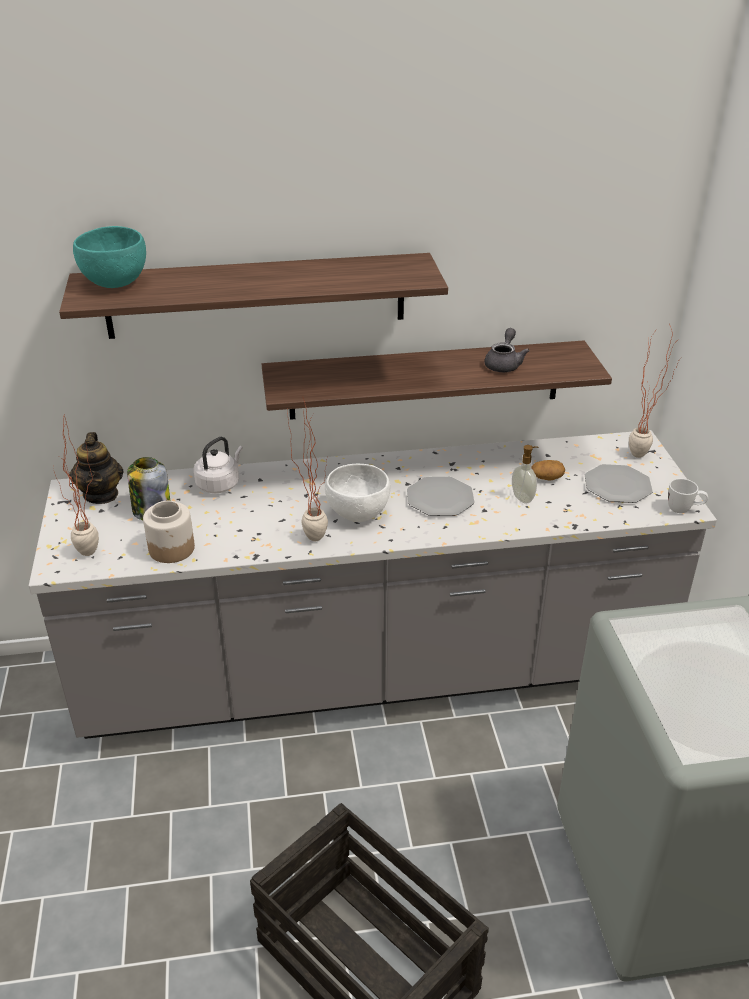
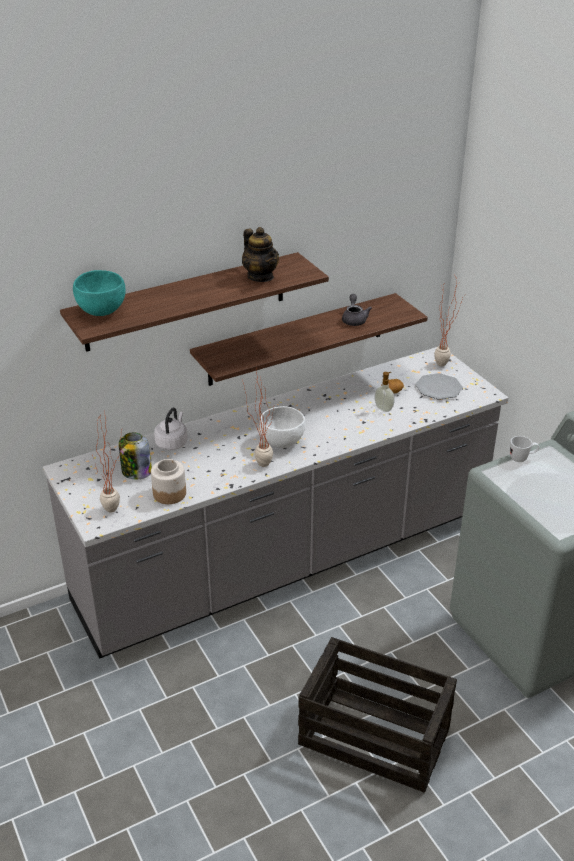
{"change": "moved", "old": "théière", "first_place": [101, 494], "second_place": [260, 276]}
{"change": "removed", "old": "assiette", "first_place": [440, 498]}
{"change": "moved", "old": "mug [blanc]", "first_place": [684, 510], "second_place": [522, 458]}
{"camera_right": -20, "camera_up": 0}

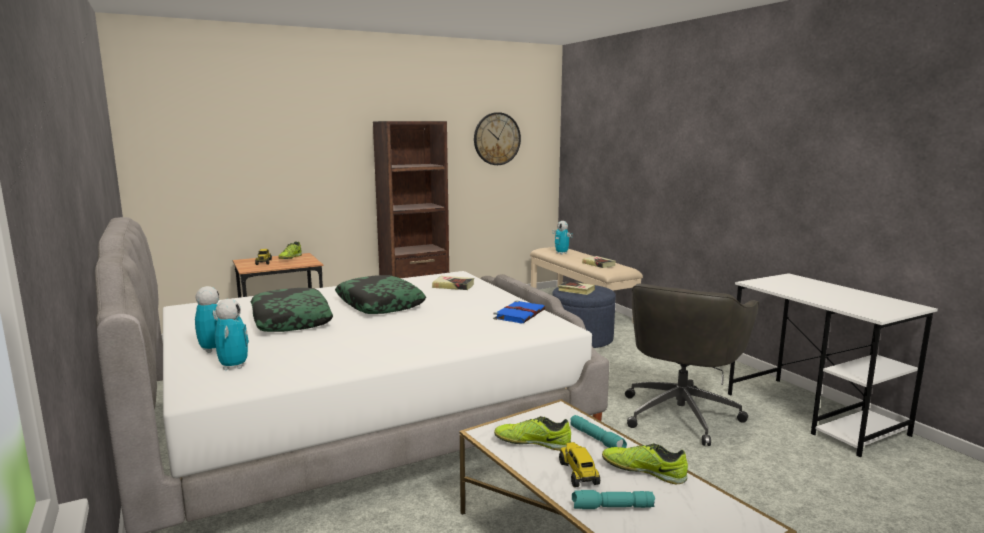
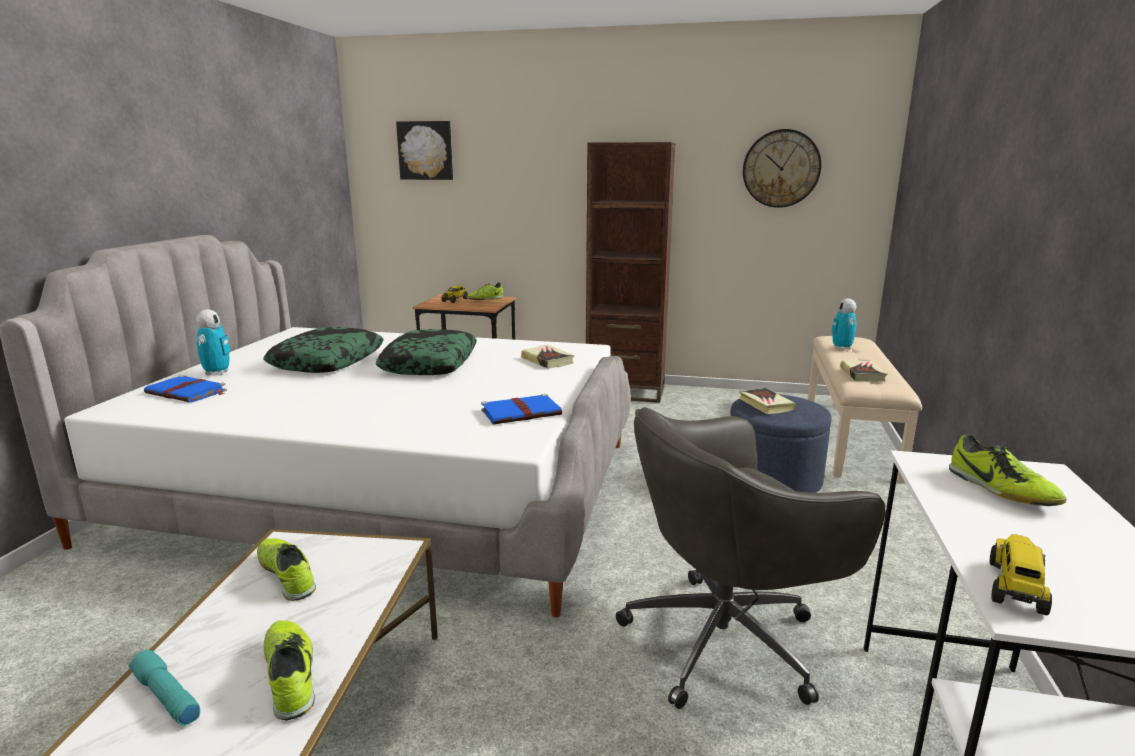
{"change": "replaced", "old": "robot jouet", "new": "livre [bleu]", "first_place": [234, 366], "second_place": [187, 392]}
{"change": "removed", "old": "lampe de poche [turquoise]", "first_place": [597, 439]}
{"change": "moved", "old": "camion jouet", "first_place": [579, 474], "second_place": [1016, 588]}
{"change": "added", "new": "tableau", "second_place": [426, 150]}
{"change": "added", "new": "chaussure", "second_place": [1000, 490]}
{"camera_right": 40, "camera_up": 5}

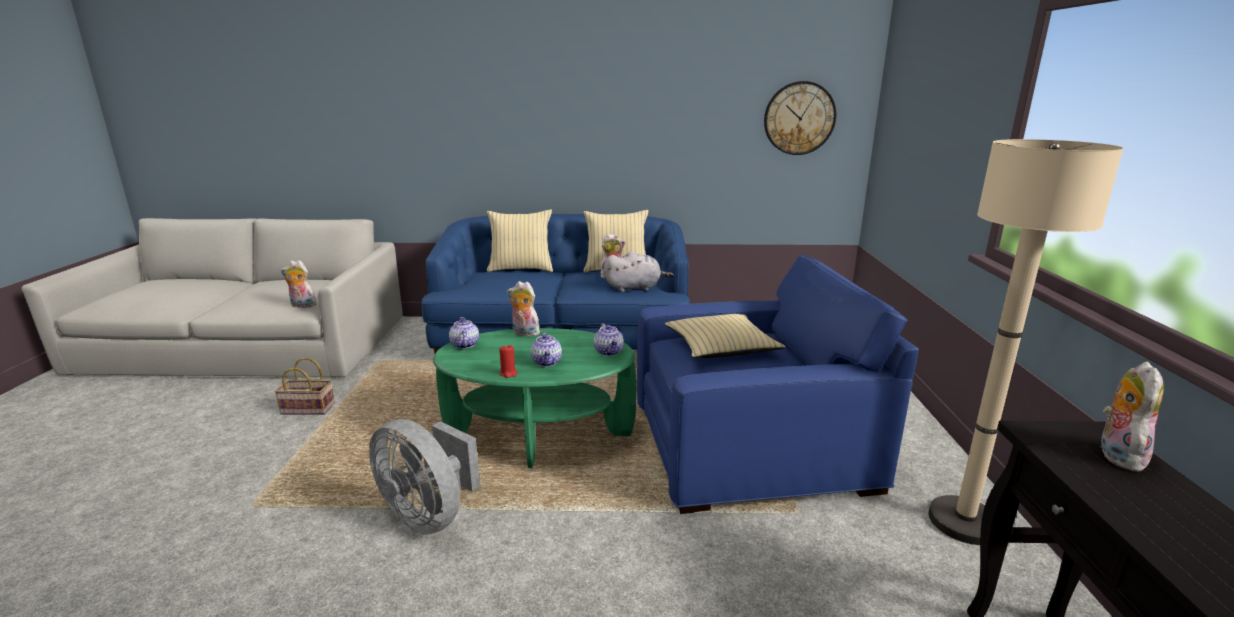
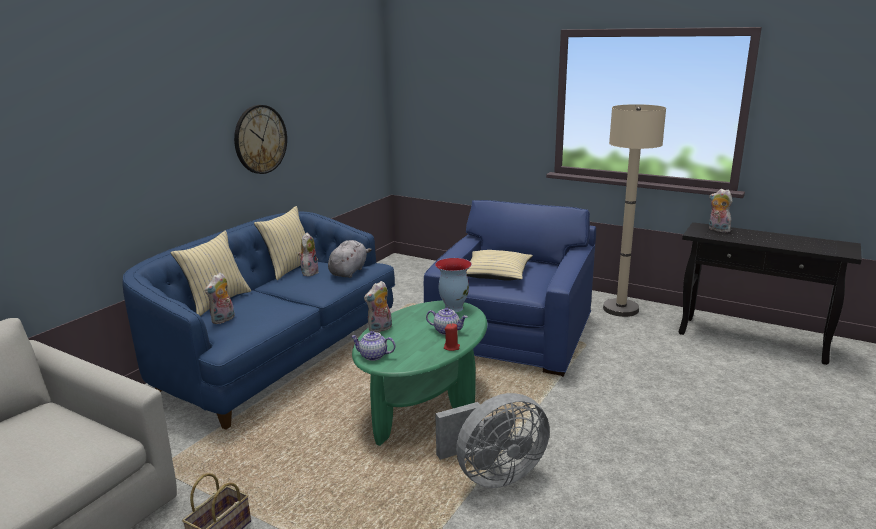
{"change": "moved", "old": "horloge murale", "first_place": [799, 118], "second_place": [260, 139]}
{"change": "moved", "old": "peluche", "first_place": [302, 306], "second_place": [223, 320]}
{"change": "replaced", "old": "théière", "new": "vase", "first_place": [609, 352], "second_place": [453, 308]}
{"camera_right": -60, "camera_up": 0}

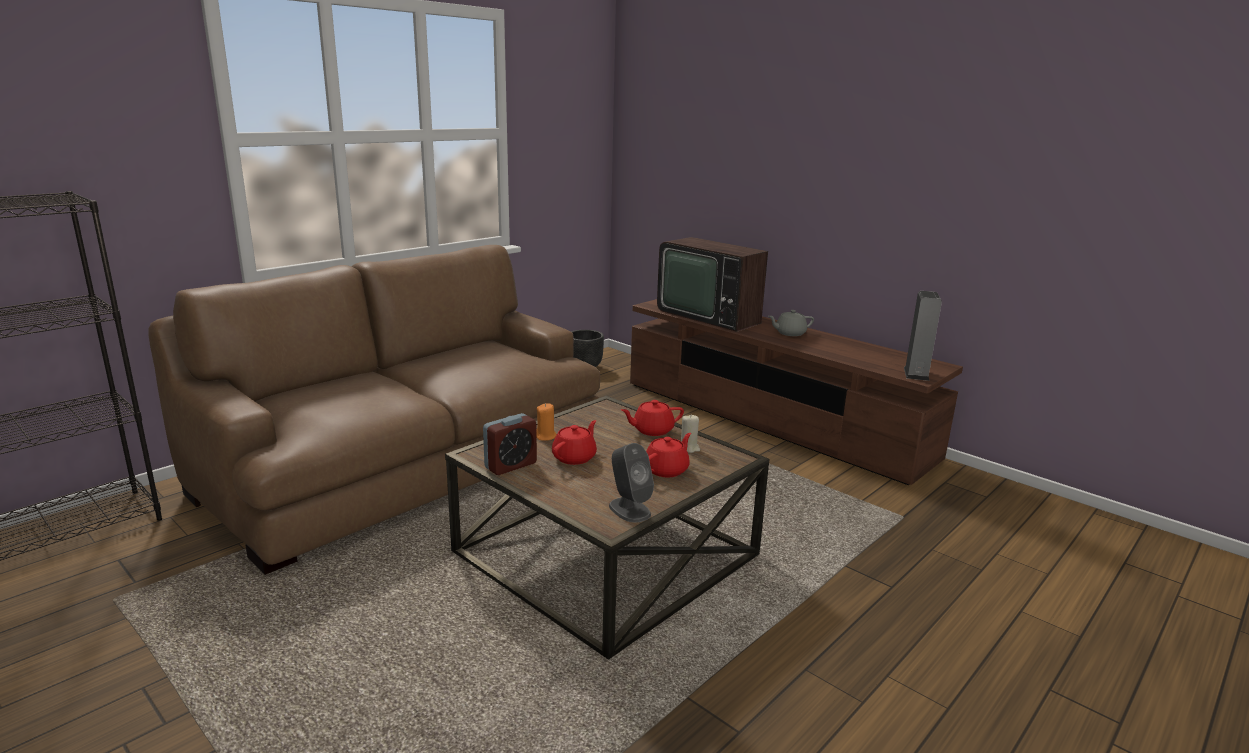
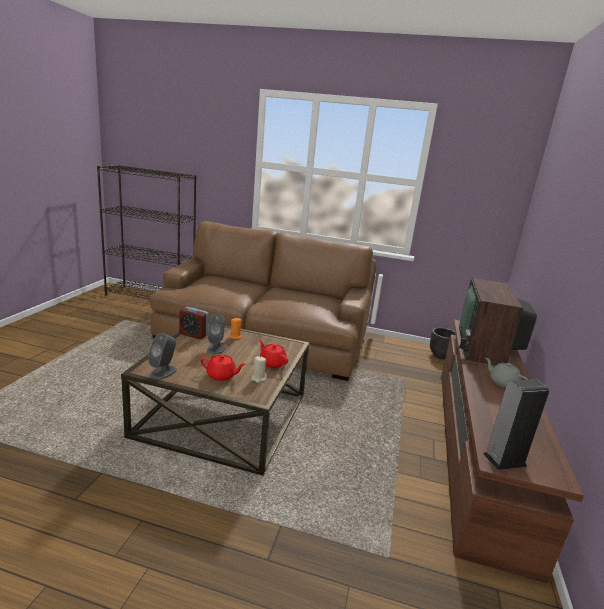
{"change": "replaced", "old": "théière [rouge]", "new": "enceinte [gris]", "first_place": [575, 457], "second_place": [216, 348]}
{"camera_right": 60, "camera_up": 0}

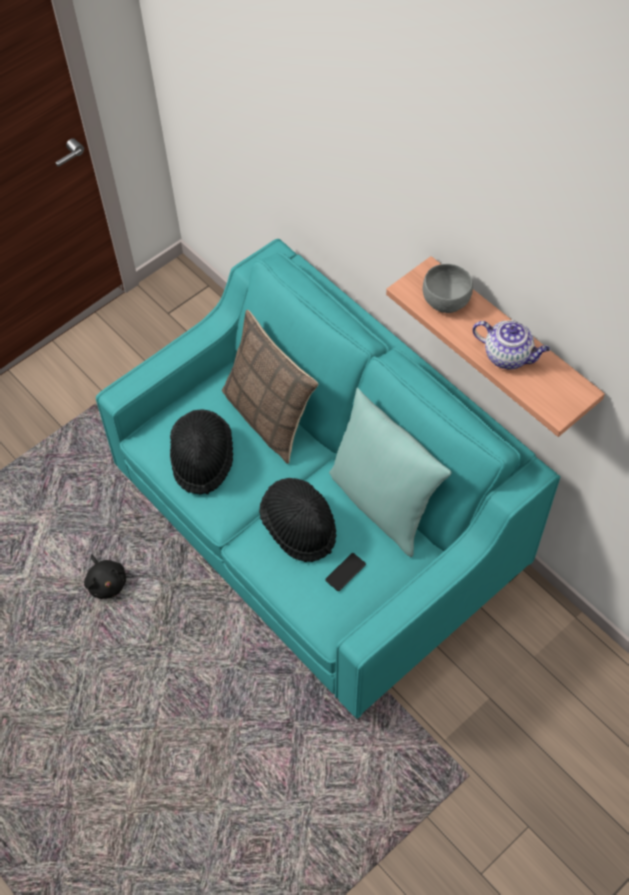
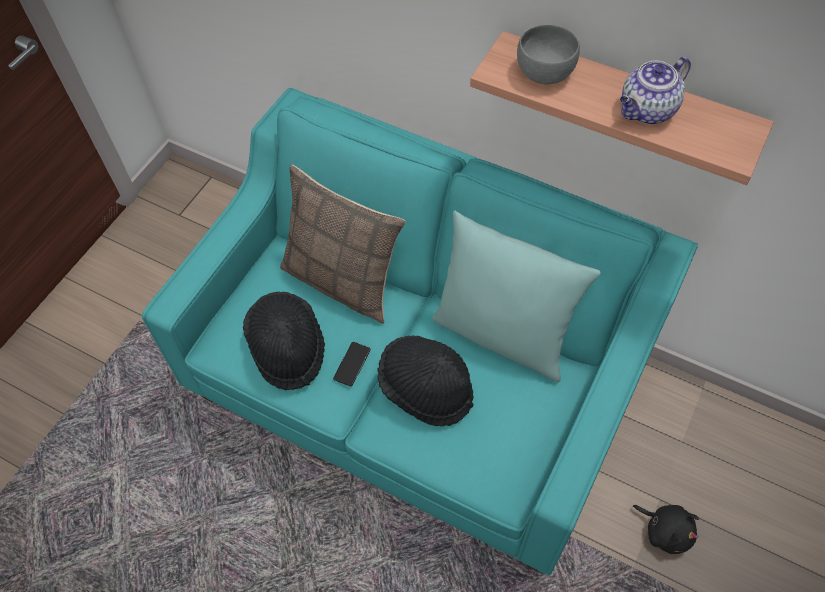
{"change": "turned", "old": "théière", "first_place": [508, 356], "second_place": [647, 111], "degrees": 135}
{"change": "moved", "old": "téléphone", "first_place": [345, 572], "second_place": [352, 364]}
{"change": "moved", "old": "peluche [noir]", "first_place": [107, 582], "second_place": [665, 530]}
{"camera_right": -20, "camera_up": 0}

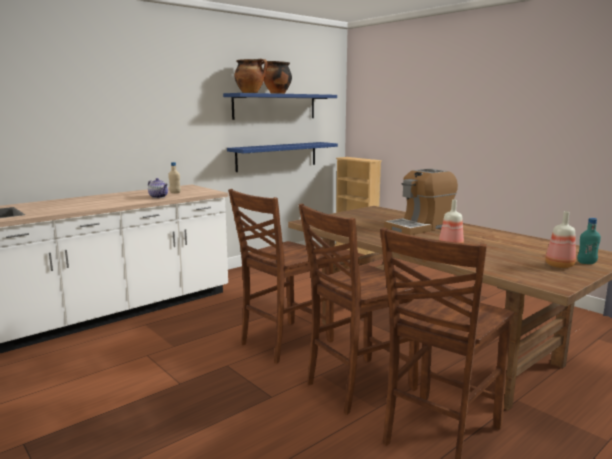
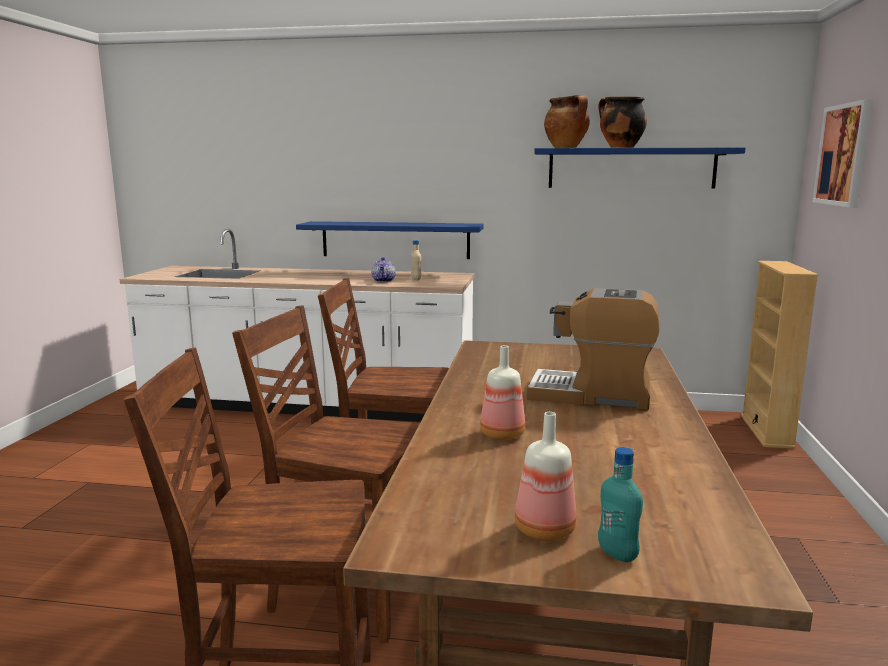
{"change": "moved", "old": "étagère [bleu]", "first_place": [277, 156], "second_place": [395, 240]}
{"change": "added", "new": "tableau", "second_place": [844, 155]}
{"camera_right": 50, "camera_up": 0}

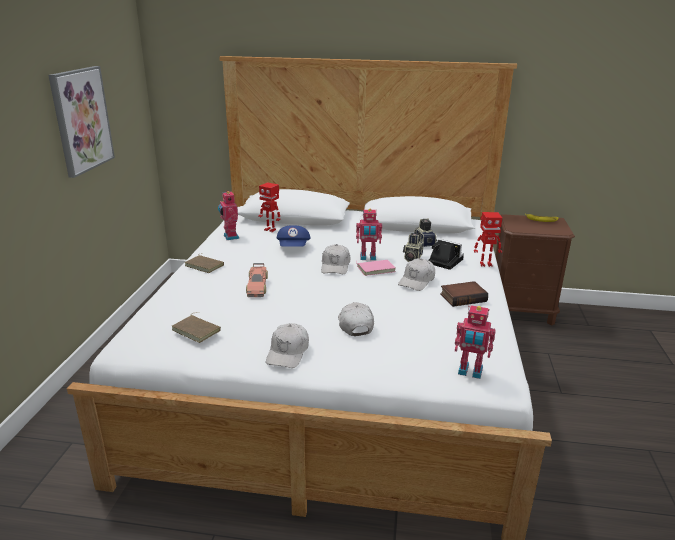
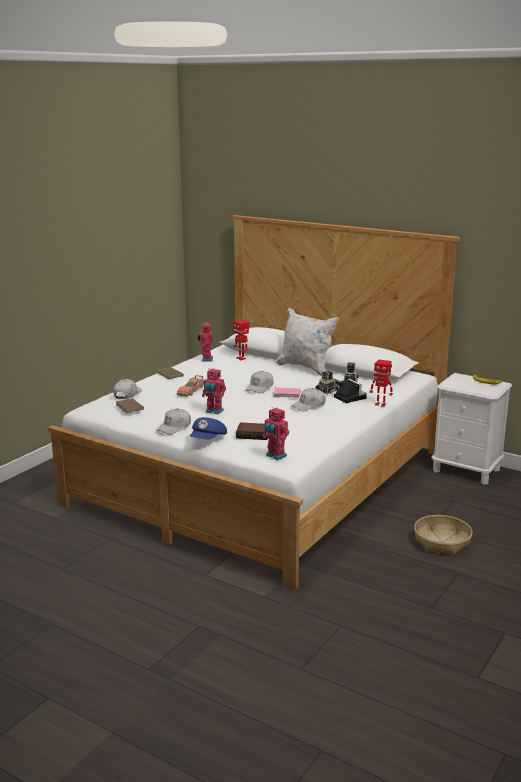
{"change": "removed", "old": "tableau", "first_place": [81, 120]}
{"change": "moved", "old": "robot jouet", "first_place": [368, 257], "second_place": [214, 411]}
{"change": "recoloured", "old": "table de chevet [marron]", "new": "table de chevet [blanc]", "first_place": [521, 312], "second_place": [466, 470]}
{"change": "moved", "old": "casquette [bleu]", "first_place": [294, 248], "second_place": [208, 440]}
{"change": "moved", "old": "livre", "first_place": [463, 297], "second_place": [254, 434]}
{"change": "moved", "old": "casquette [blanc]", "first_place": [355, 325], "second_place": [127, 394]}
{"change": "added", "new": "coussin [blanc]", "second_place": [305, 368]}
{"change": "added", "new": "panier", "second_place": [441, 542]}
{"camera_right": 25, "camera_up": -5}

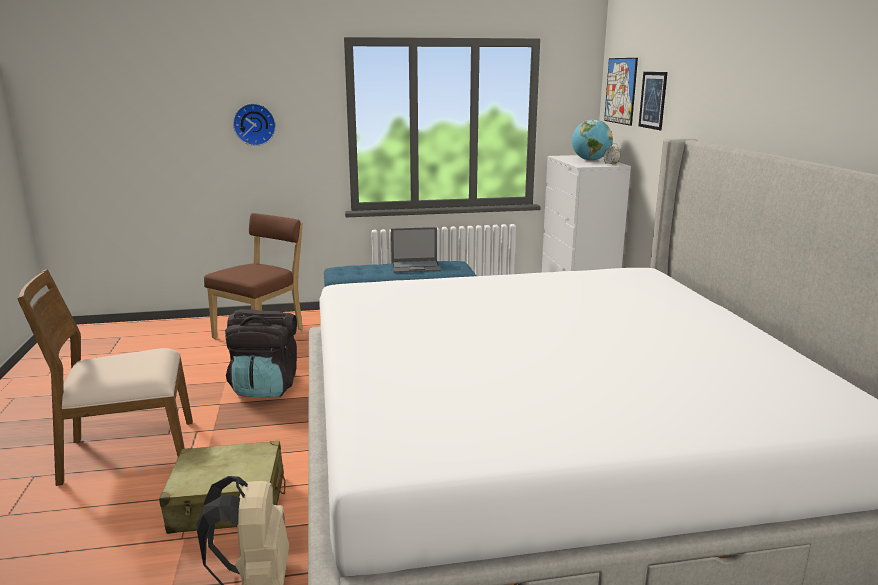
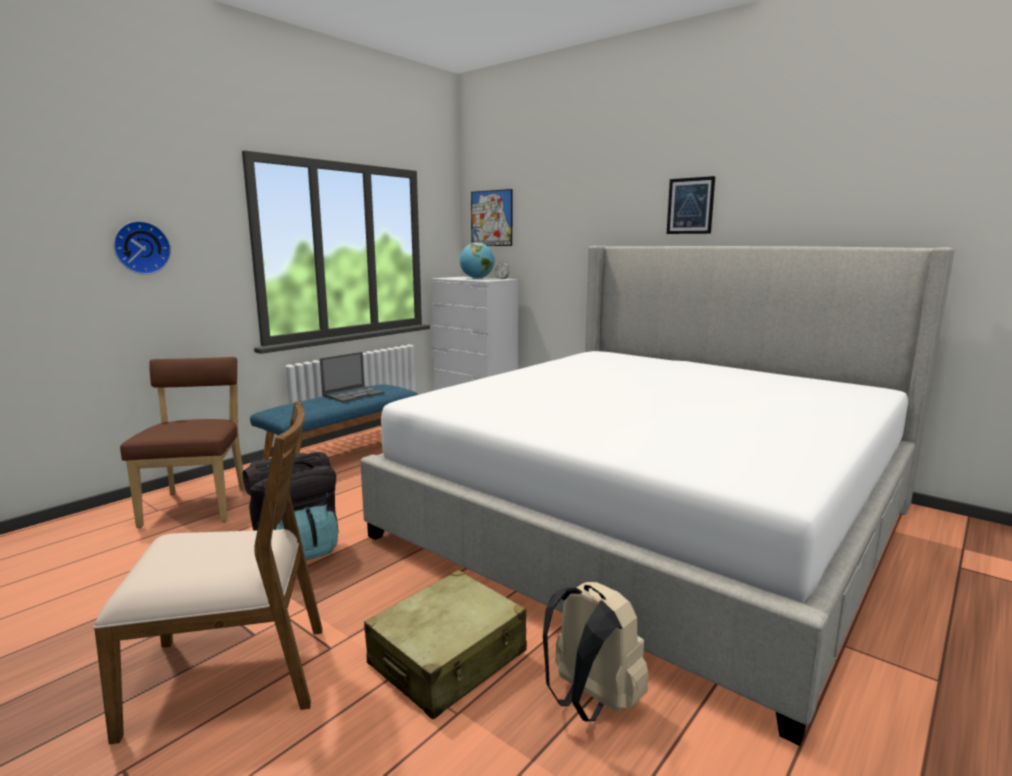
{"change": "moved", "old": "tableau", "first_place": [653, 100], "second_place": [690, 206]}
{"change": "turned", "old": "chaise [marron]", "first_place": [128, 452], "second_place": [232, 676], "degrees": -135}
{"camera_right": -40, "camera_up": -5}

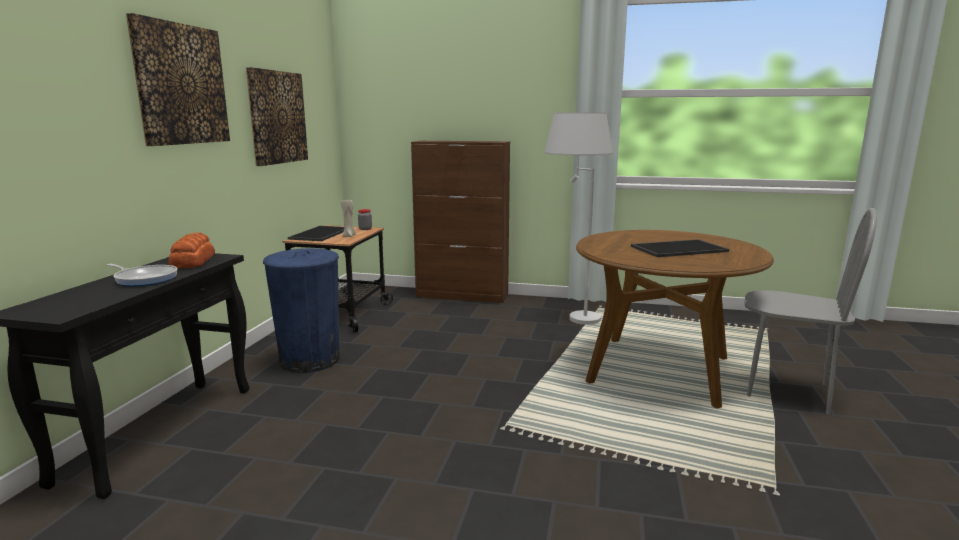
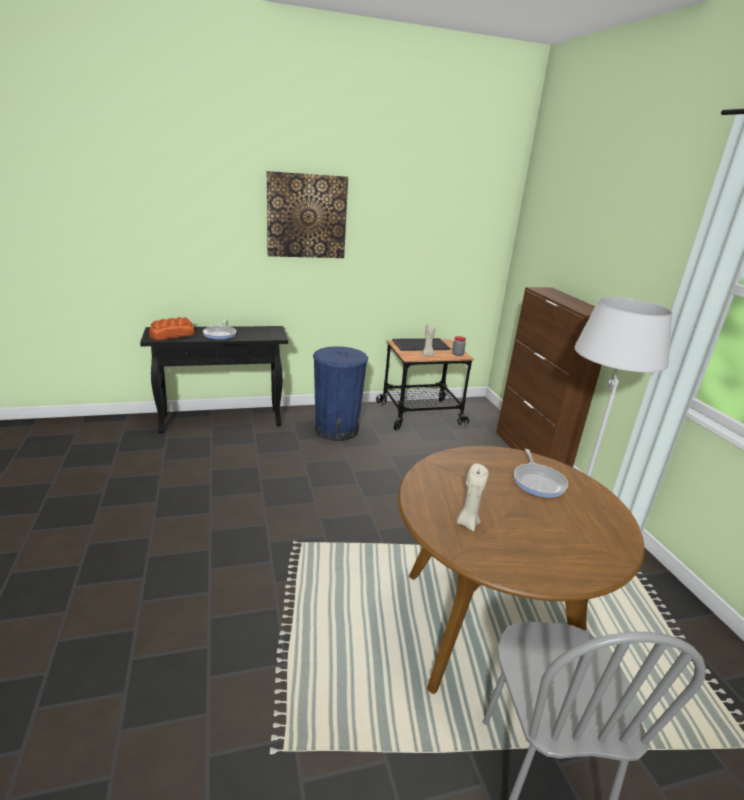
{"change": "removed", "old": "tableau", "first_place": [277, 117]}
{"change": "moved", "old": "pain", "first_place": [192, 261], "second_place": [171, 335]}
{"change": "removed", "old": "plateau", "first_place": [678, 248]}
{"change": "added", "new": "poêle", "second_place": [538, 482]}
{"change": "added", "new": "bougie [beige]", "second_place": [467, 523]}
{"camera_right": 60, "camera_up": 10}

